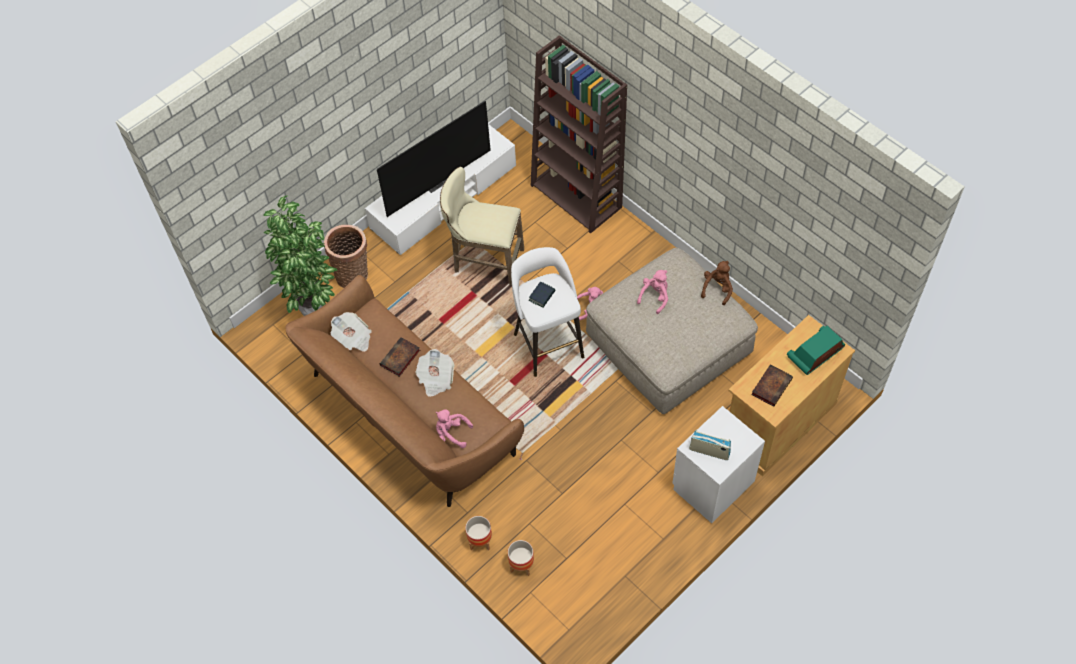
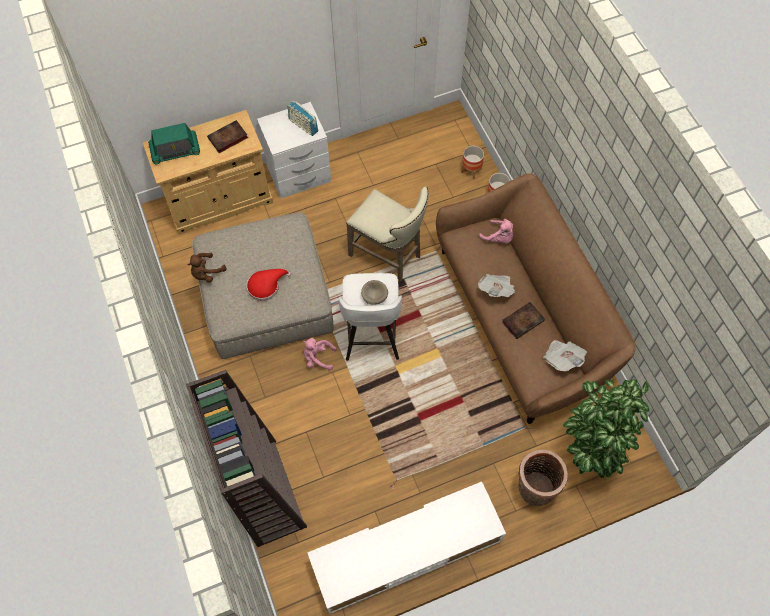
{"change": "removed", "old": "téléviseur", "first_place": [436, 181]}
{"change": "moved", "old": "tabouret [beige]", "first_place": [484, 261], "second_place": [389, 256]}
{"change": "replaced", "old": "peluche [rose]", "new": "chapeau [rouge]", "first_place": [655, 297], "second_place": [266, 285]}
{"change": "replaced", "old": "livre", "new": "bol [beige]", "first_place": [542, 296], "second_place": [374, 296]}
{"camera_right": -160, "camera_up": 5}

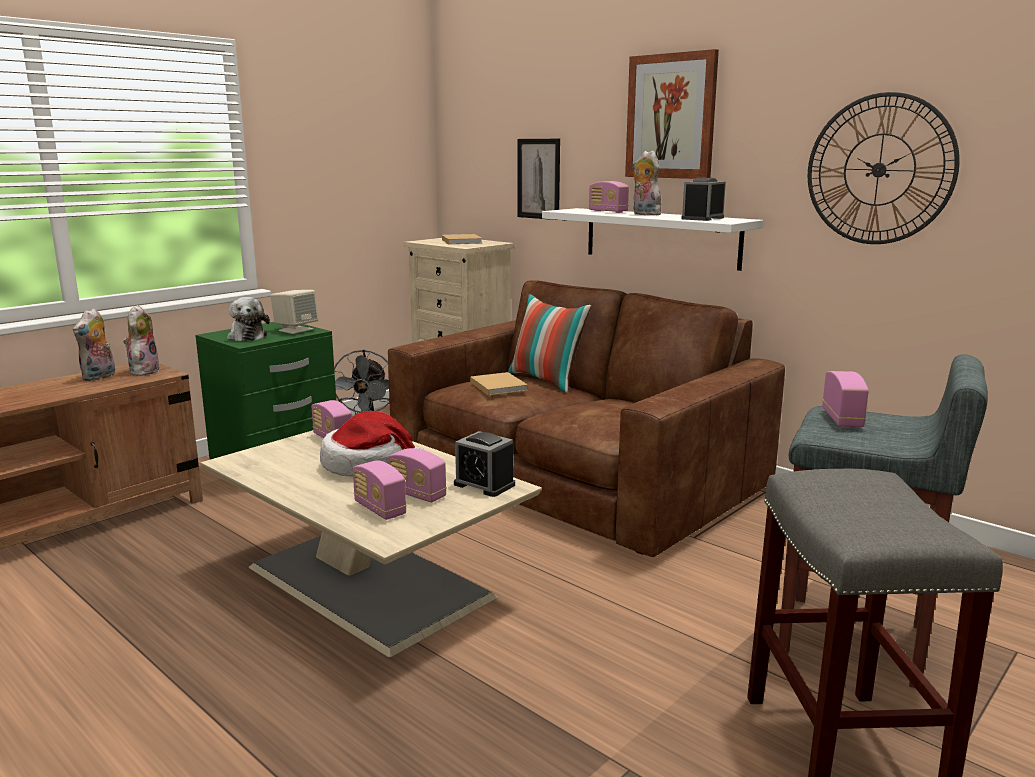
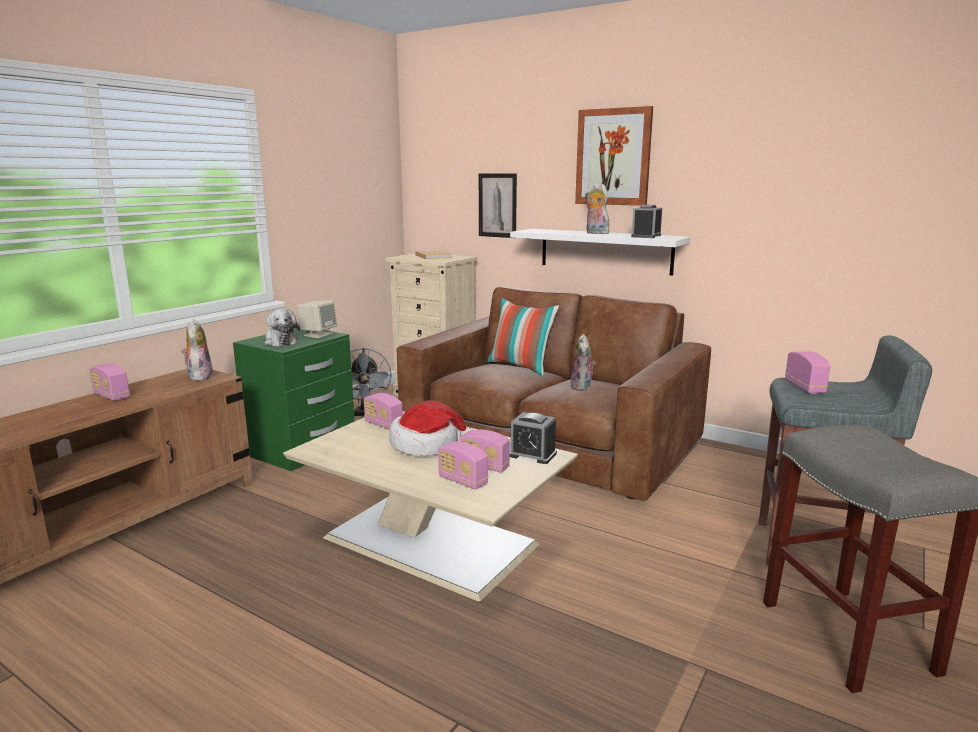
{"change": "removed", "old": "horloge murale", "first_place": [879, 170]}
{"change": "moved", "old": "radio", "first_place": [608, 211], "second_place": [111, 396]}
{"change": "moved", "old": "peluche", "first_place": [99, 377], "second_place": [582, 387]}
{"change": "removed", "old": "livre [beige]", "first_place": [497, 386]}
{"camera_right": -10, "camera_up": 0}

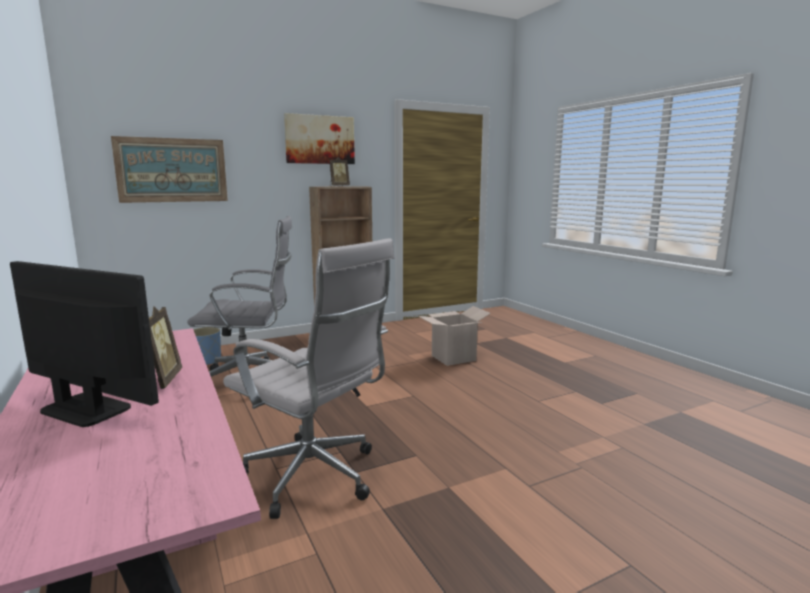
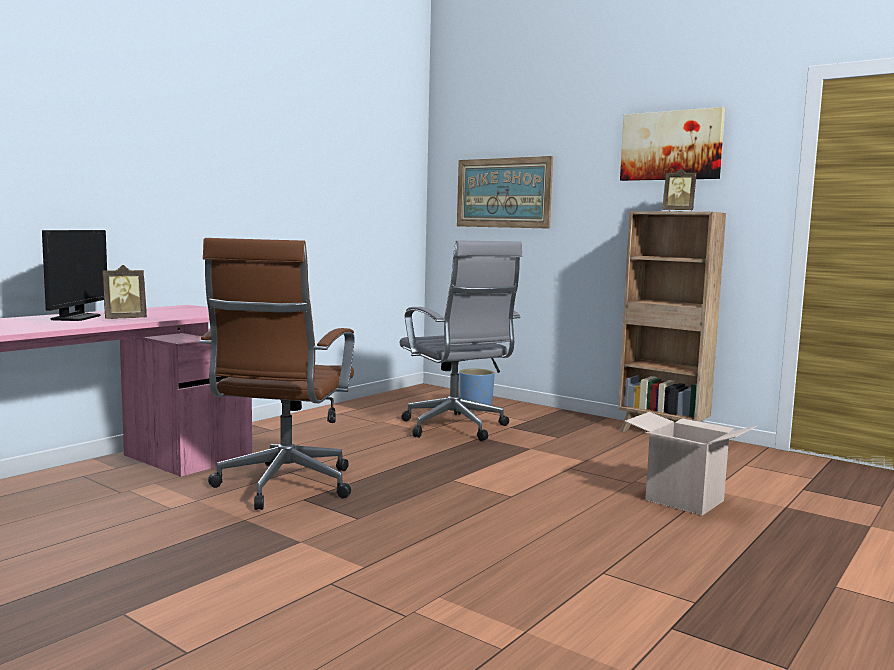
{"change": "recoloured", "old": "chaise de bureau [blanc]", "new": "chaise de bureau [marron]", "first_place": [315, 478], "second_place": [283, 487]}
{"camera_right": 65, "camera_up": -5}

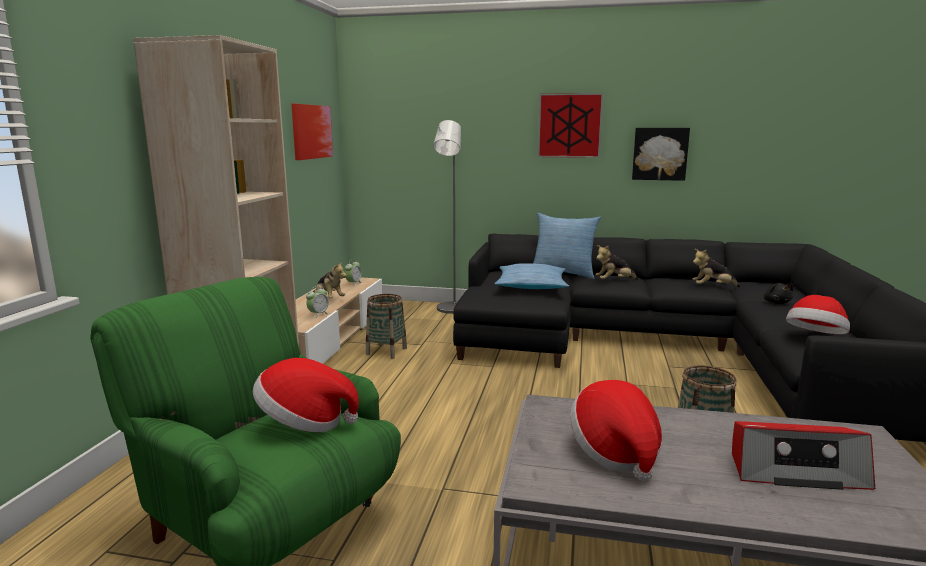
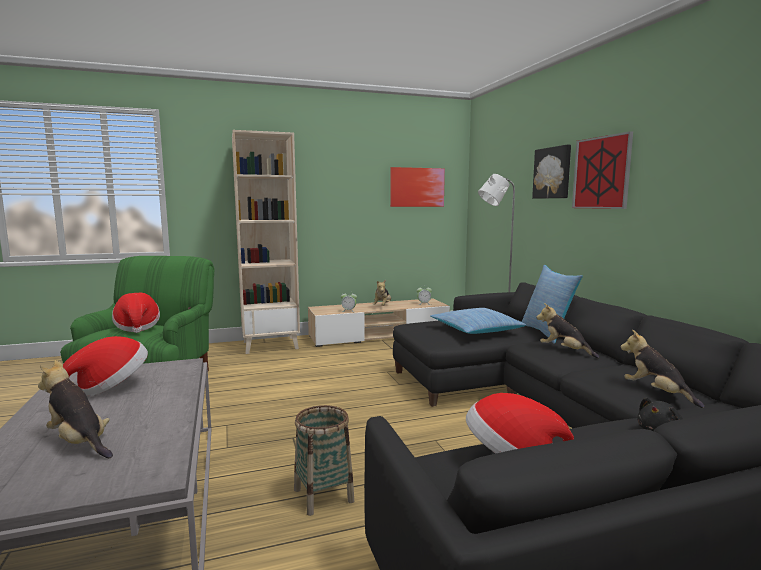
{"change": "moved", "old": "tableau", "first_place": [660, 154], "second_place": [553, 173]}
{"change": "removed", "old": "panier", "first_place": [386, 351]}
{"change": "replaced", "old": "radio", "new": "peluche", "first_place": [795, 470], "second_place": [79, 442]}
{"camera_right": 60, "camera_up": -5}

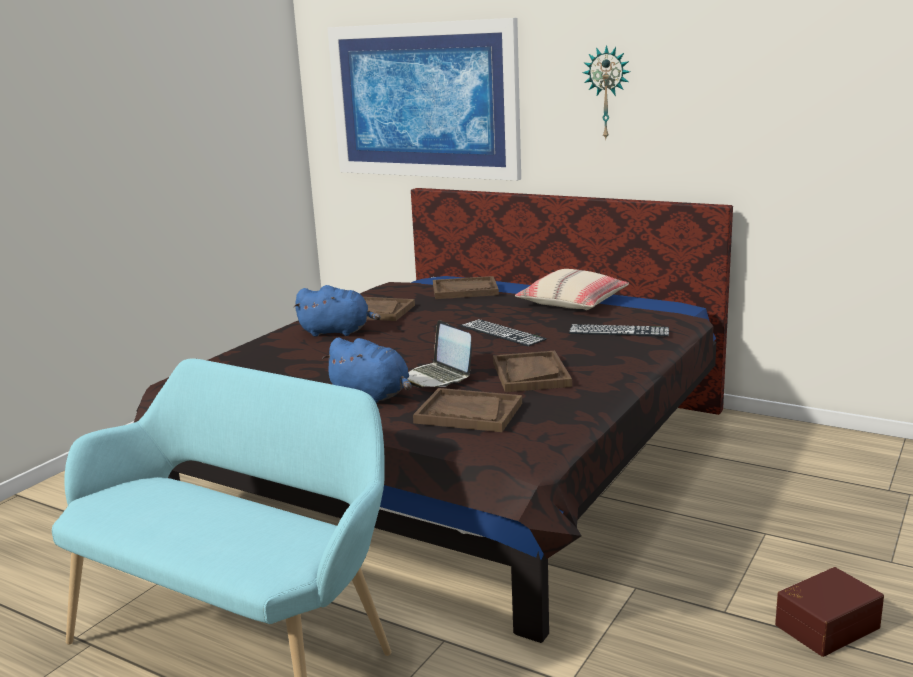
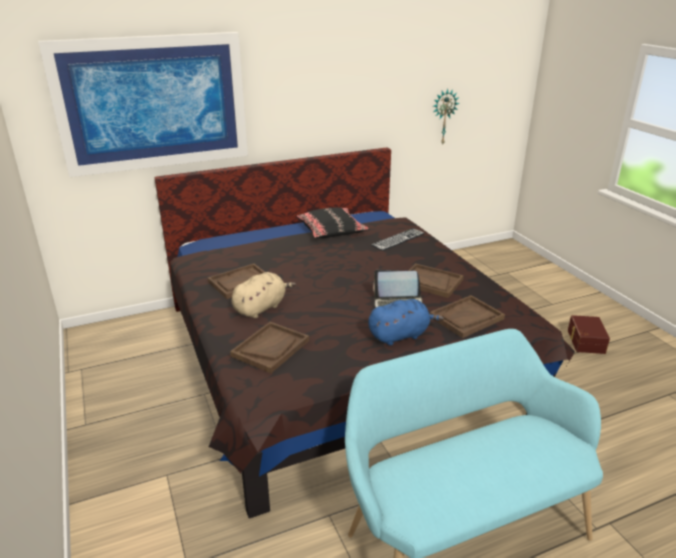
{"change": "moved", "old": "horloge murale", "first_place": [607, 93], "second_place": [443, 117]}
{"change": "recoloured", "old": "coussin [beige]", "new": "coussin [noir]", "first_place": [572, 302], "second_place": [331, 231]}
{"change": "moved", "old": "plateau [marron]", "first_place": [465, 290], "second_place": [270, 348]}
{"change": "recoloured", "old": "peluche [bleu]", "new": "peluche [beige]", "first_place": [337, 332], "second_place": [261, 307]}
{"change": "removed", "old": "clavier", "first_place": [502, 333]}
{"camera_right": -55, "camera_up": 10}

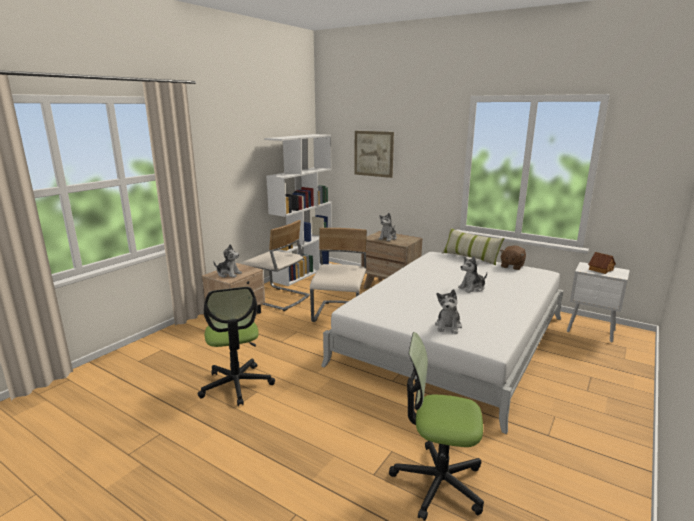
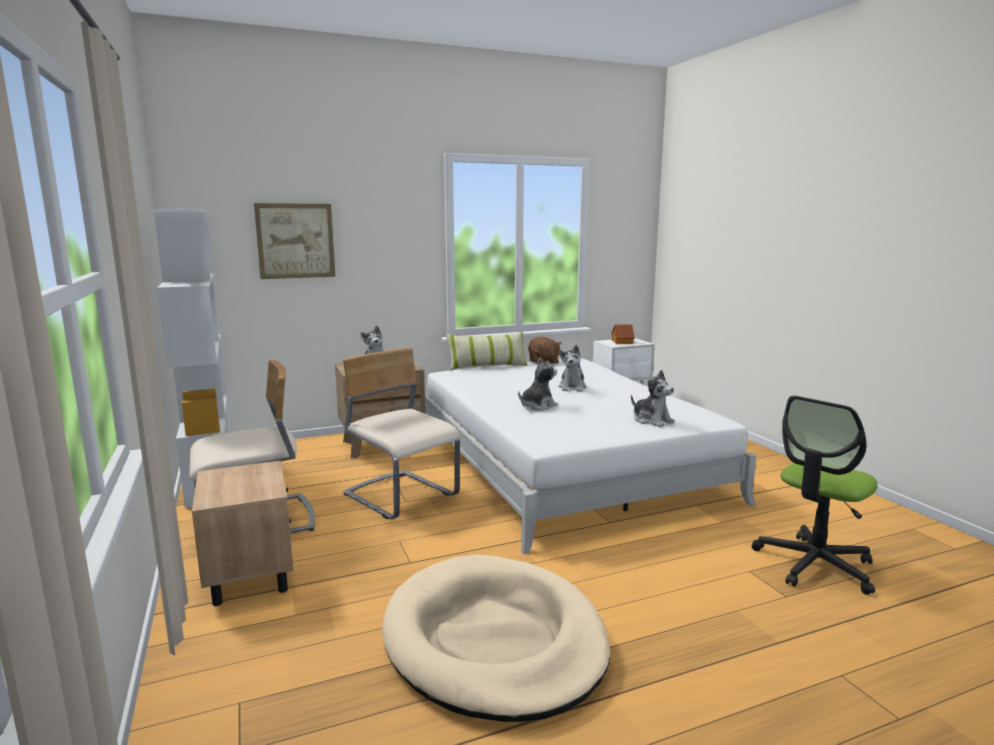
{"change": "moved", "old": "peluche", "first_place": [228, 274], "second_place": [537, 406]}
{"change": "replaced", "old": "chaise de bureau", "new": "panier pour chien [beige]", "first_place": [236, 385], "second_place": [494, 640]}
{"camera_right": -55, "camera_up": -5}

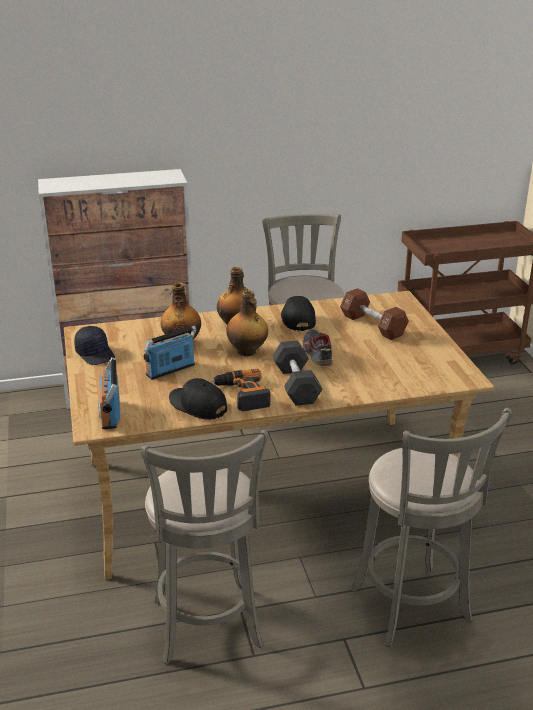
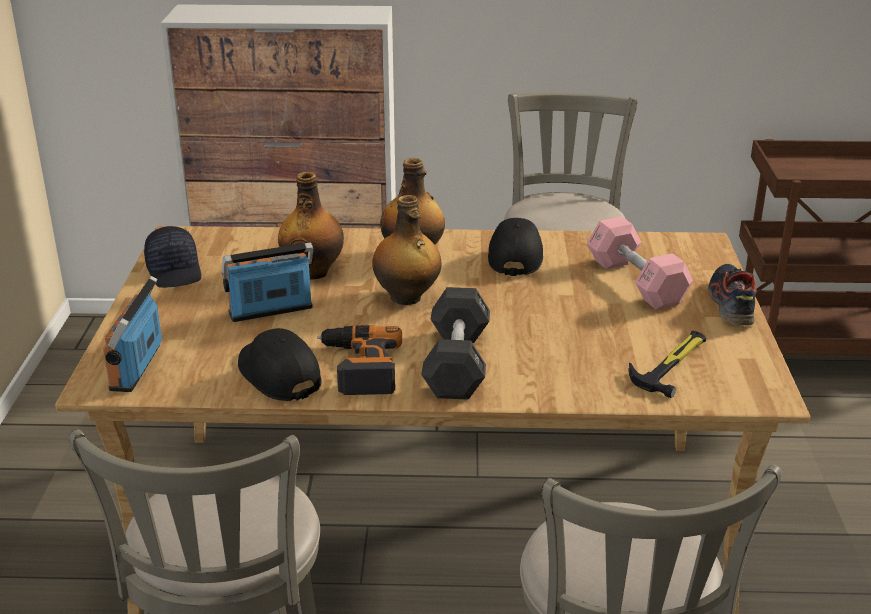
{"change": "recoloured", "old": "haltère [marron]", "new": "haltère [rose]", "first_place": [373, 325], "second_place": [636, 281]}
{"change": "moved", "old": "chaussure", "first_place": [317, 353], "second_place": [730, 303]}
{"change": "added", "new": "marteau", "second_place": [672, 364]}
{"camera_right": 15, "camera_up": 0}

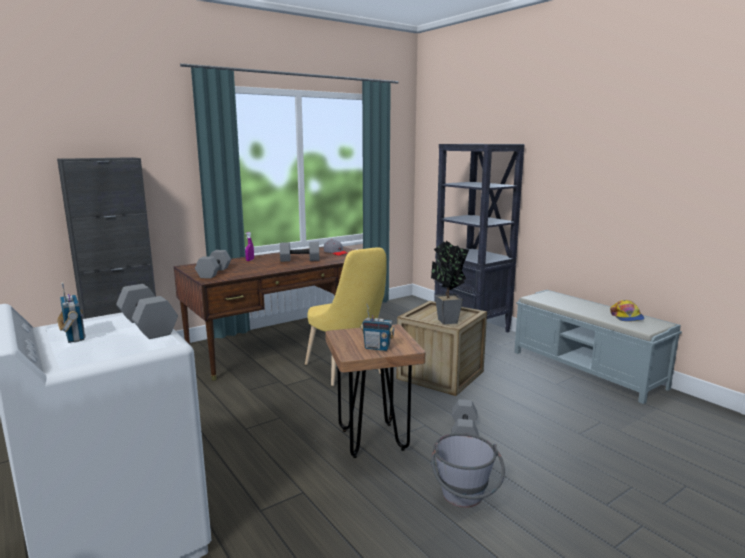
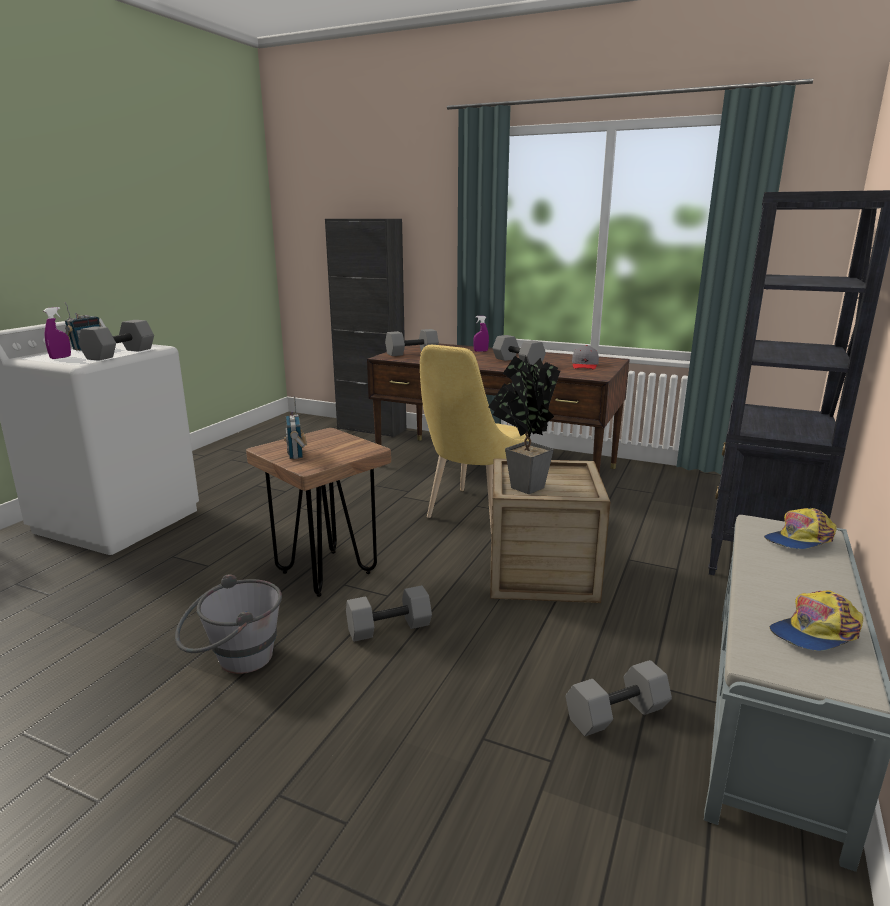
{"change": "added", "new": "vaporisateur [violet]", "second_place": [60, 357]}
{"change": "added", "new": "casquette", "second_place": [799, 540]}
{"change": "added", "new": "haltère [gris]", "second_place": [616, 715]}
{"camera_right": 60, "camera_up": 5}

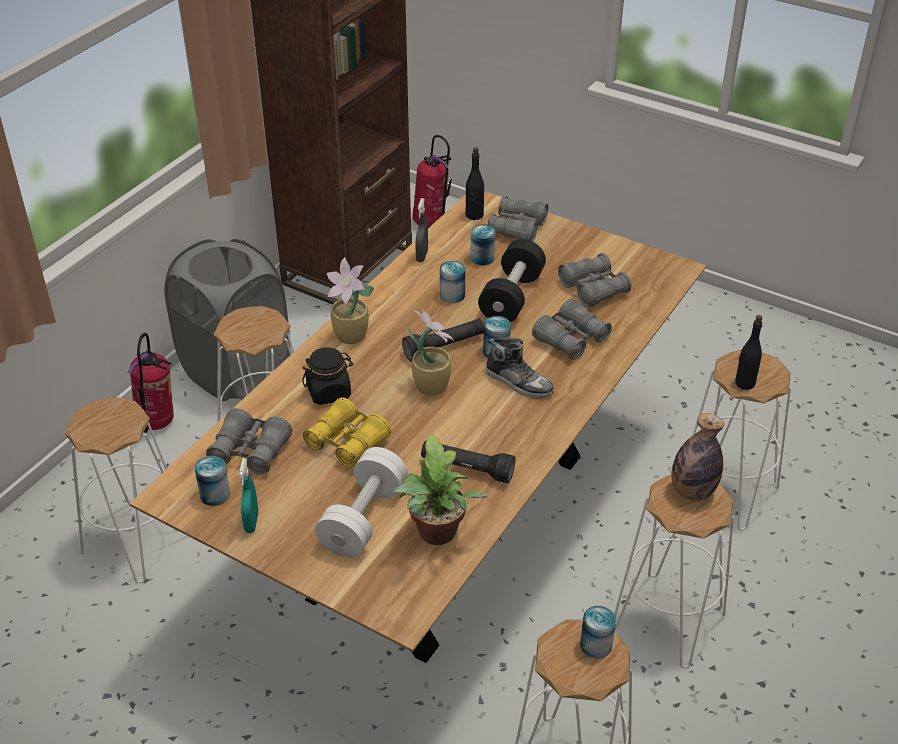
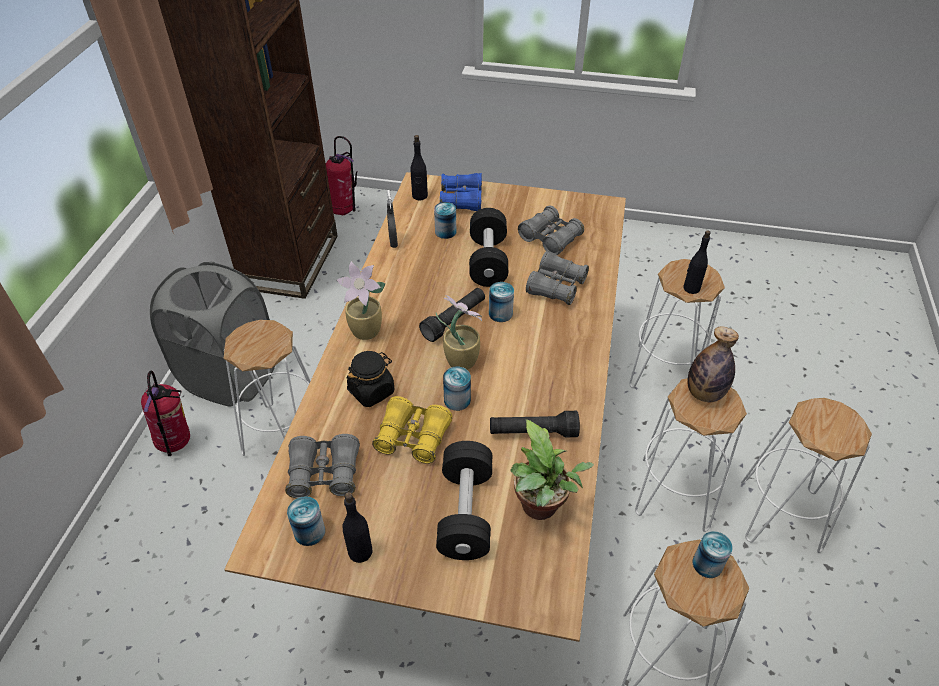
{"change": "recoloured", "old": "jumelles [gris]", "new": "jumelles [bleu]", "first_place": [517, 228], "second_place": [461, 200]}
{"change": "moved", "old": "boîte métallique", "first_place": [452, 295], "second_place": [457, 400]}
{"change": "removed", "old": "chaussure", "first_place": [519, 382]}
{"change": "moved", "old": "tabouret [blanc]", "first_place": [137, 541], "second_place": [780, 515]}
{"change": "recoloured", "old": "haltère [blanc]", "new": "haltère [noir]", "first_place": [363, 518], "second_place": [465, 512]}
{"change": "replaced", "old": "vaporisateur [turquoise]", "new": "bouteille [noir]", "first_place": [251, 522], "second_place": [360, 551]}
{"camera_right": -20, "camera_up": 5}

